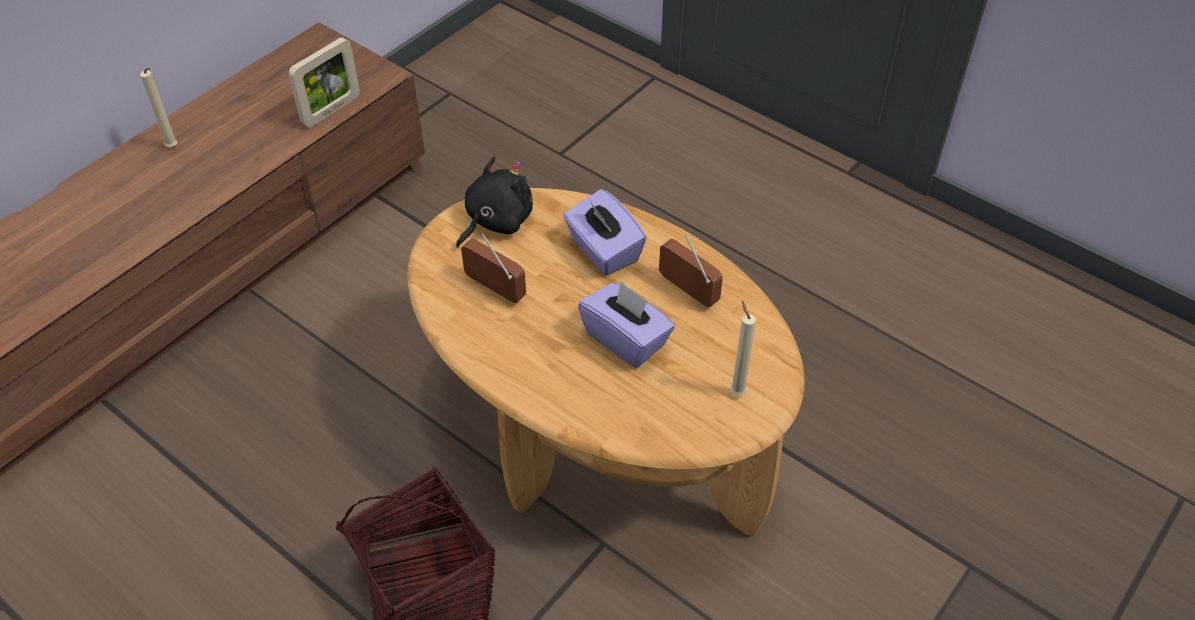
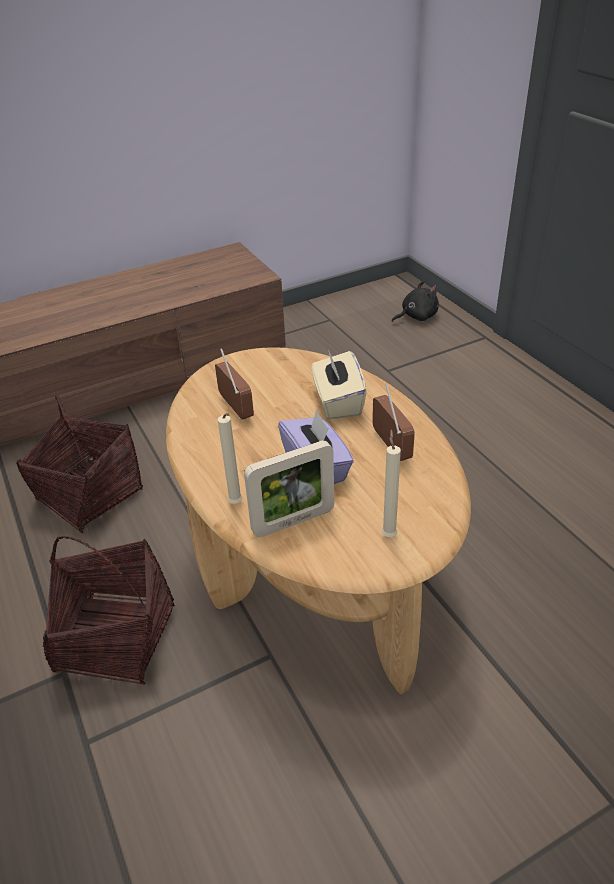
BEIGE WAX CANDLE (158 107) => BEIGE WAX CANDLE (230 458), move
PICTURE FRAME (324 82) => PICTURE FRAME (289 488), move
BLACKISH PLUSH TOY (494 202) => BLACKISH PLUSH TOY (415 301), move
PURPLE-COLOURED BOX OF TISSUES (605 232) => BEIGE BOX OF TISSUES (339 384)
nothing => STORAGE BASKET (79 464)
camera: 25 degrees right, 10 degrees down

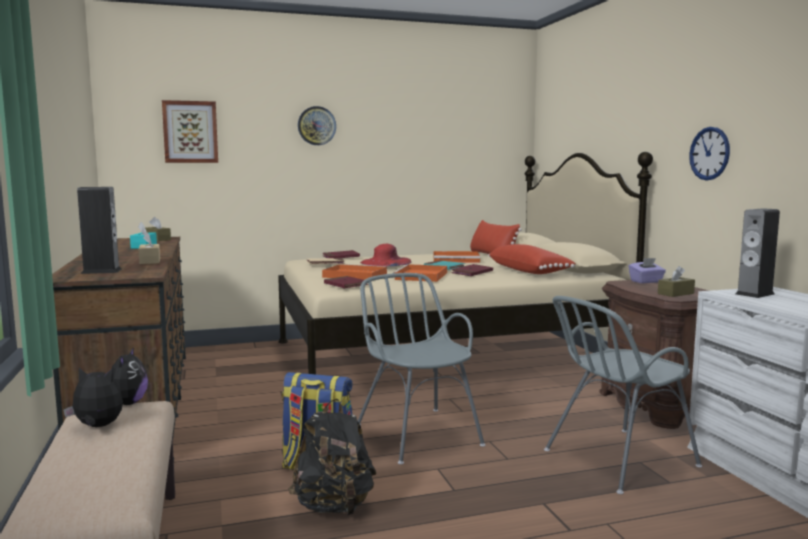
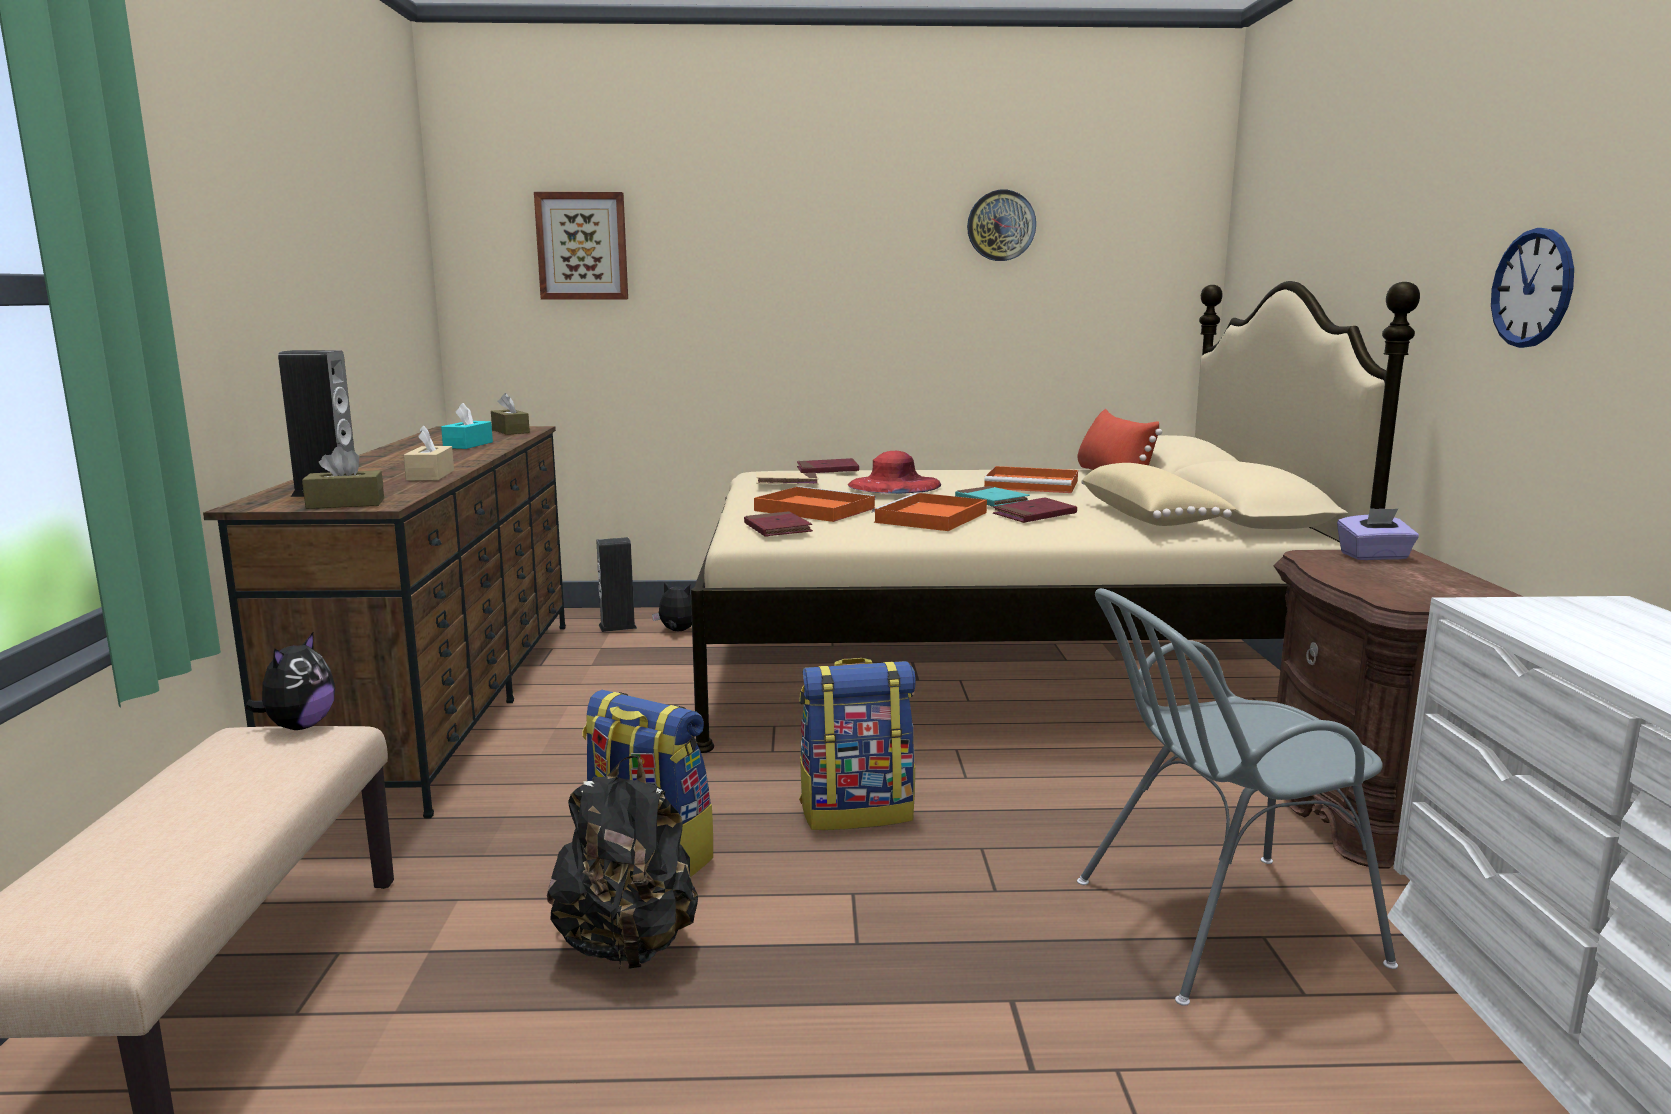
PLUSH TOY (93 397) => PLUSH TOY (672 606), move
HANGING CLOCK (317 125) => HANGING CLOCK (1001 225), move
GRAY CHAIR (422 368) => RUCKSACK (857 744)
RED-COLOURED THROW PILLOW (532 259) => BEIGE THROW PILLOW (1158 494)
BROWN-COLOURED BOX OF TISSUES (676 281) => BROWN-COLOURED BOX OF TISSUES (343 477), move
LOUDSPEAKER (758 253) => LOUDSPEAKER (616 584), move
camera: 15 degrees right, 5 degrees up

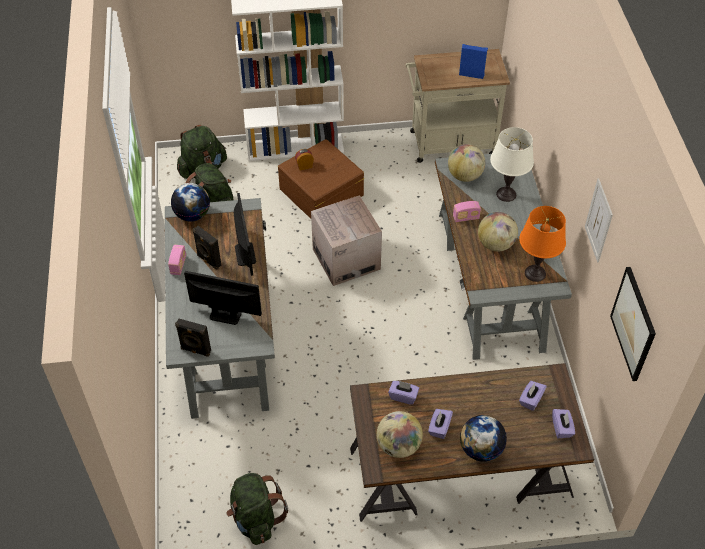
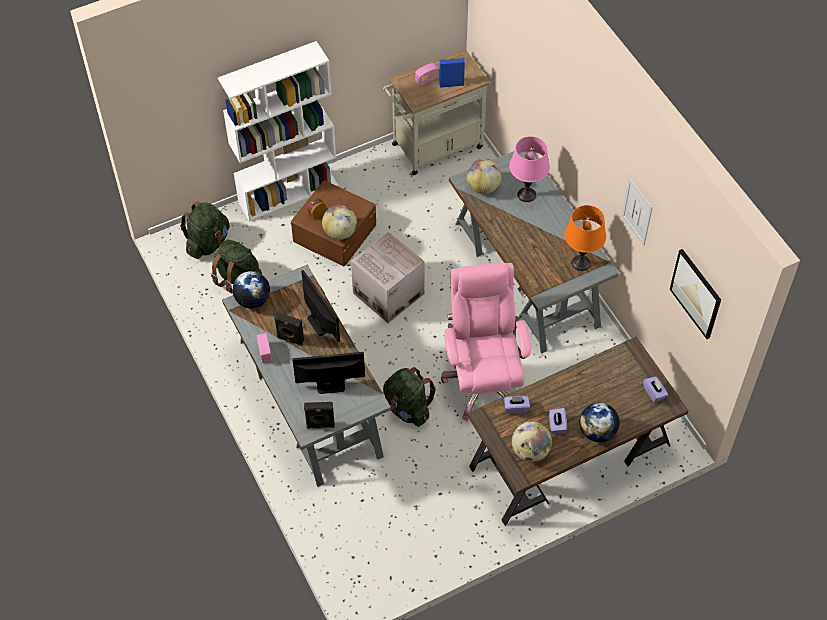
GREEN-COLOURED RUCKSACK (257 509) => GREEN-COLOURED RUCKSACK (409 396), move
RADIO RECEIVER (467 211) => RADIO RECEIVER (427 74), move
WORLD GLOBE (498 231) => WORLD GLOBE (339 222), move
WHITISH LAMP FOR A TABLE (512 164) => PINK LAMP FOR A TABLE (529 169)
PURPLE-COLOURED BOX OF TISSUES (533 396) => nothing
nothing => PINK DESK CHAIR (486 341)
camera: 20 degrees left, 5 degrees up

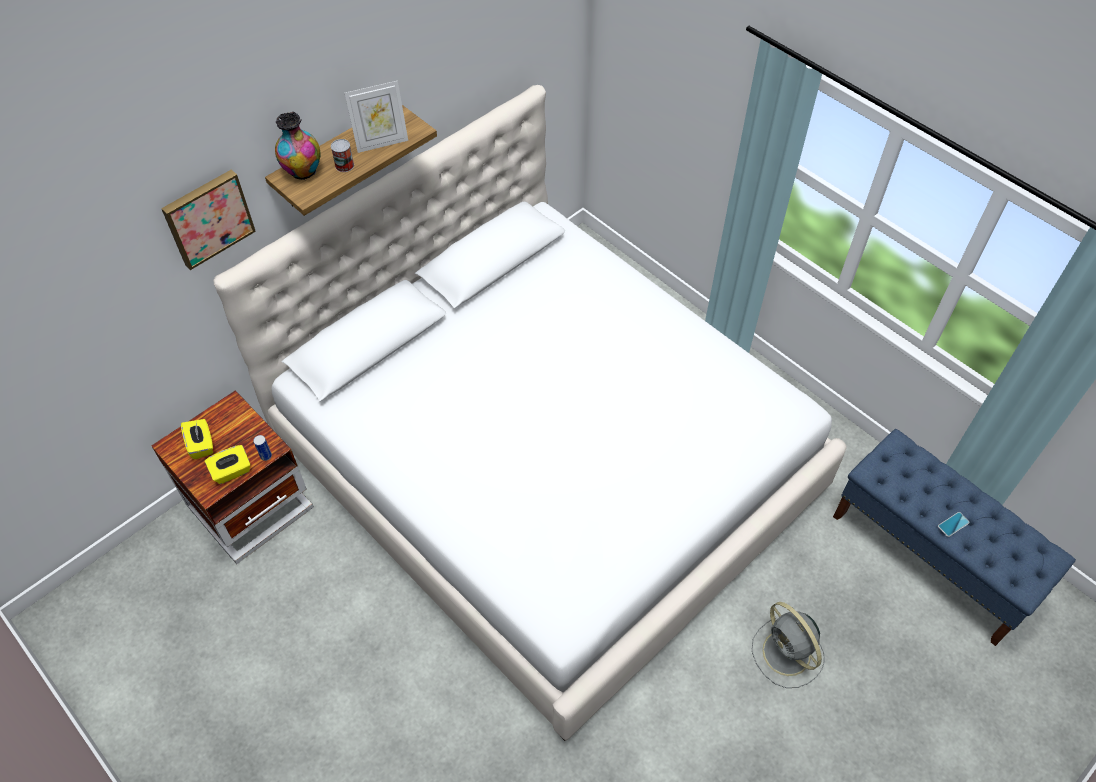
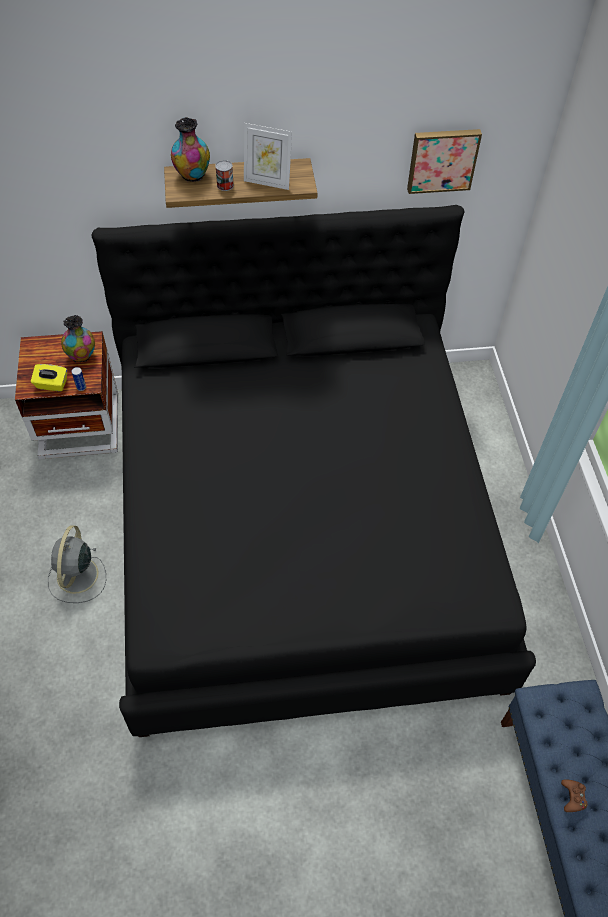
WALL PICTURE (208 219) => WALL PICTURE (444 161), move
YELLOW-COLOURED BOX OF TISSUES (197 439) => nothing
WHITISH BEDROOM BED (530 413) => BLACKISH BEDROOM BED (313 471)
GRAY FAN (788 645) => GRAY FAN (77 564), move
HANDSET (954 524) => BROWN-COLOURED GAMEPAD (574 795)
nothing => FLOWER VASE (78 338)
camera: 35 degrees right, 0 degrees up

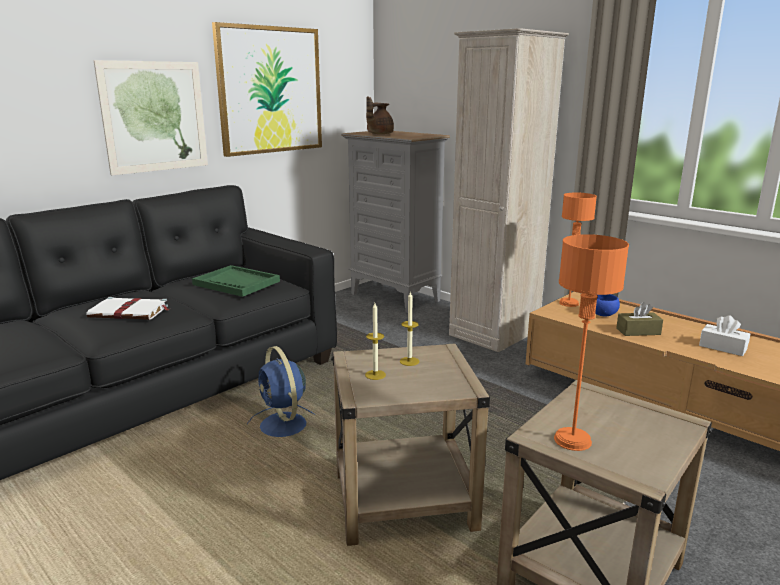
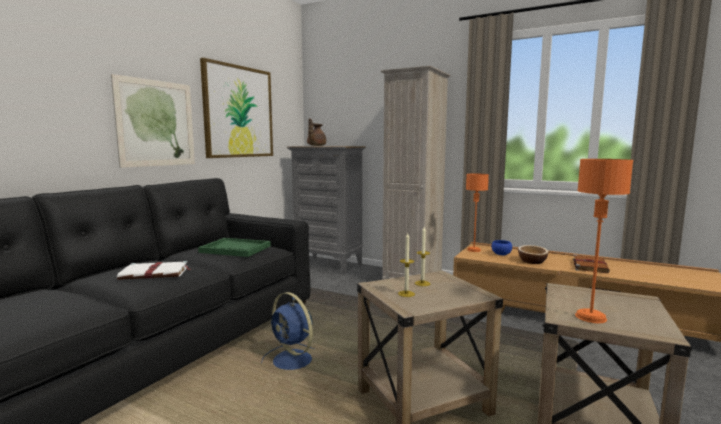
BROWN-COLOURED BOX OF TISSUES (639 319) => BOWL (533 254)
WHITISH BOX OF TISSUES (724 335) => BROWN-COLOURED BOOK (591 264)
camera: 15 degrees left, 10 degrees down

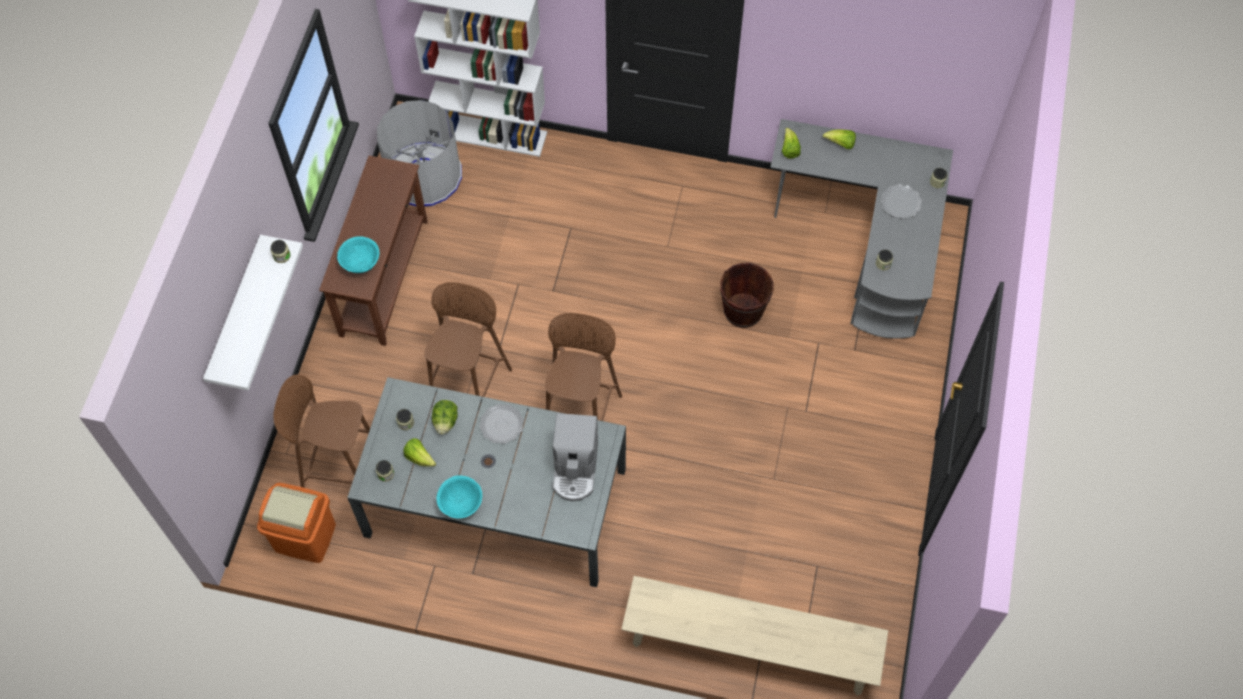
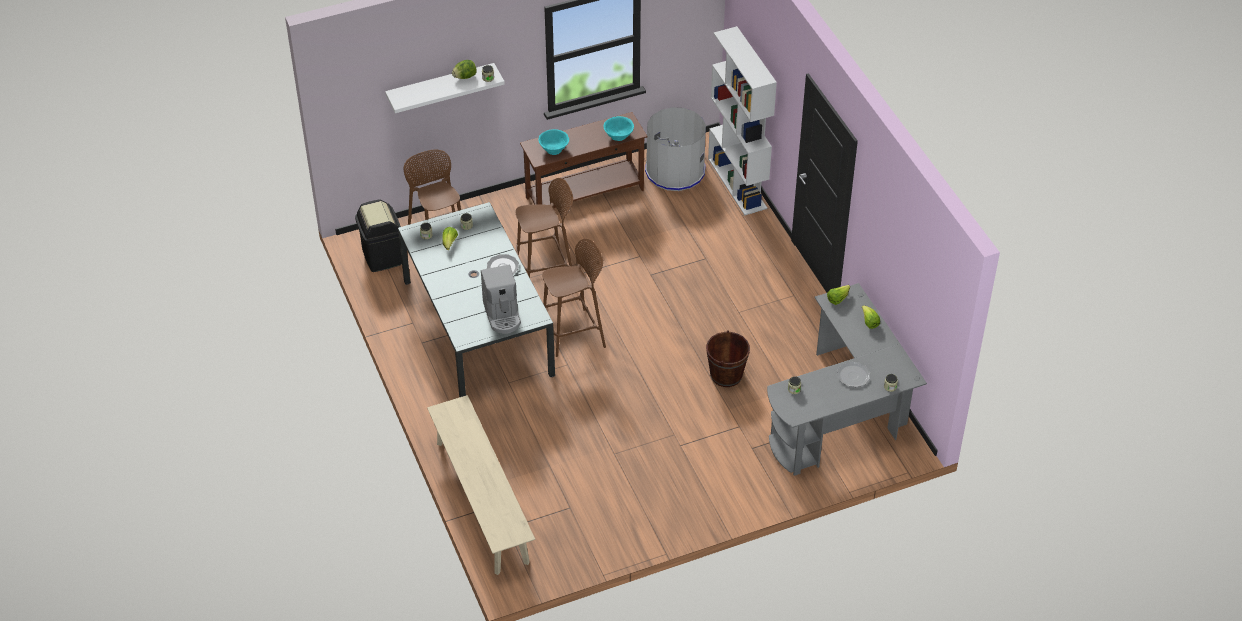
ORANGE RUBBISH BIN (296 523) => BLACKISH RUBBISH BIN (378 235)
LETTUCE HEAD (445 417) => LETTUCE HEAD (464 69), move
TURQUOISE-COLOURED BOWL (459 497) => TURQUOISE-COLOURED BOWL (618 128), move
COFFEE MAKER (575 457) => COFFEE MAKER (501 299), 75 degrees counterclockwise
camera: 55 degrees right, 15 degrees down

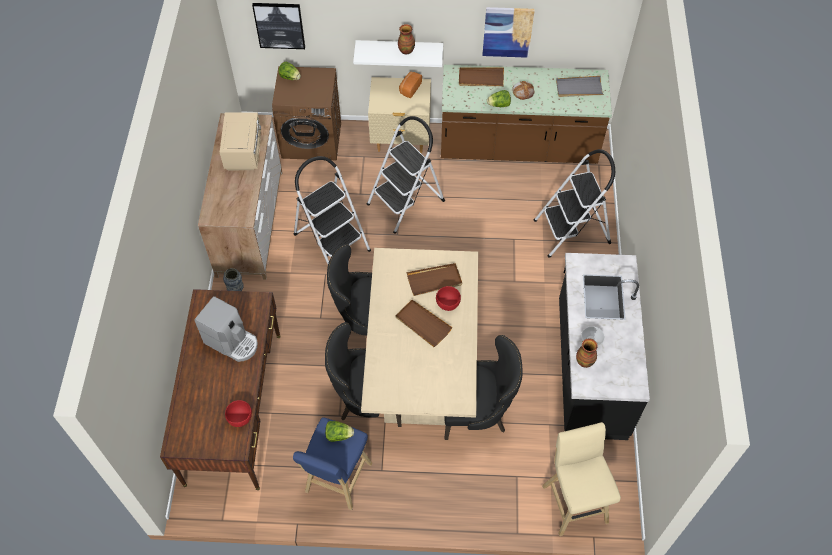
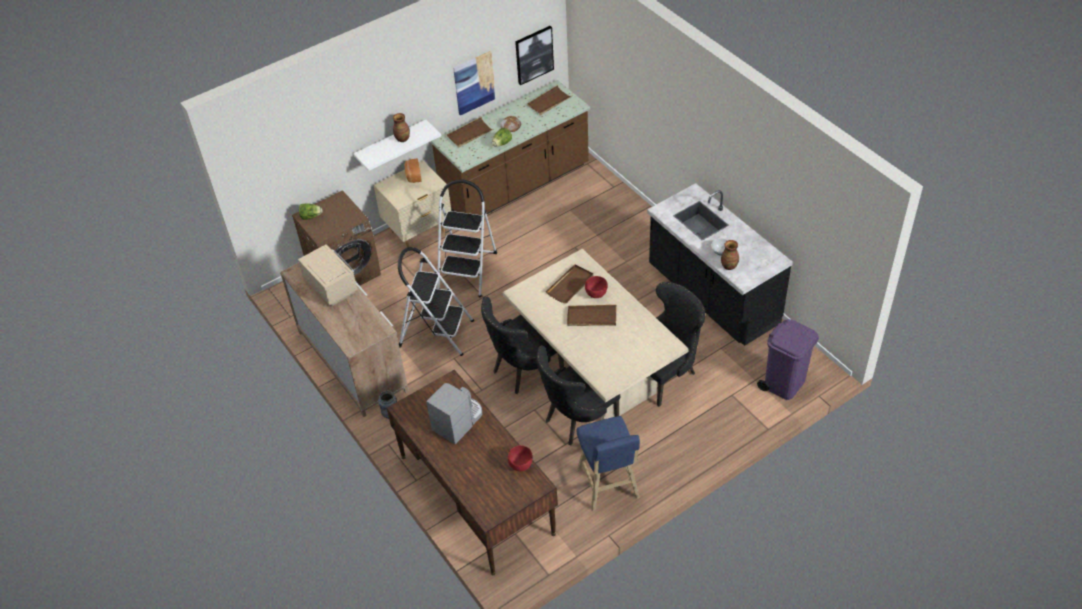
COFFEE MAKER (226 329) => COFFEE MAKER (454 413), 45 degrees counterclockwise
WALL PICTURE (278 26) => WALL PICTURE (534 55), move
LETTUCE HEAD (339 431) => nothing
STEPLADDER (574 203) => nothing
BEIGE SITTING STOOL (581 479) => PURPLE-COLOURED RUBBISH BIN (788 359)
GRAY SERVING TRAY (580 86) => BROWN-COLOURED SERVING TRAY (549 100)
camera: 35 degrees left, 10 degrees down

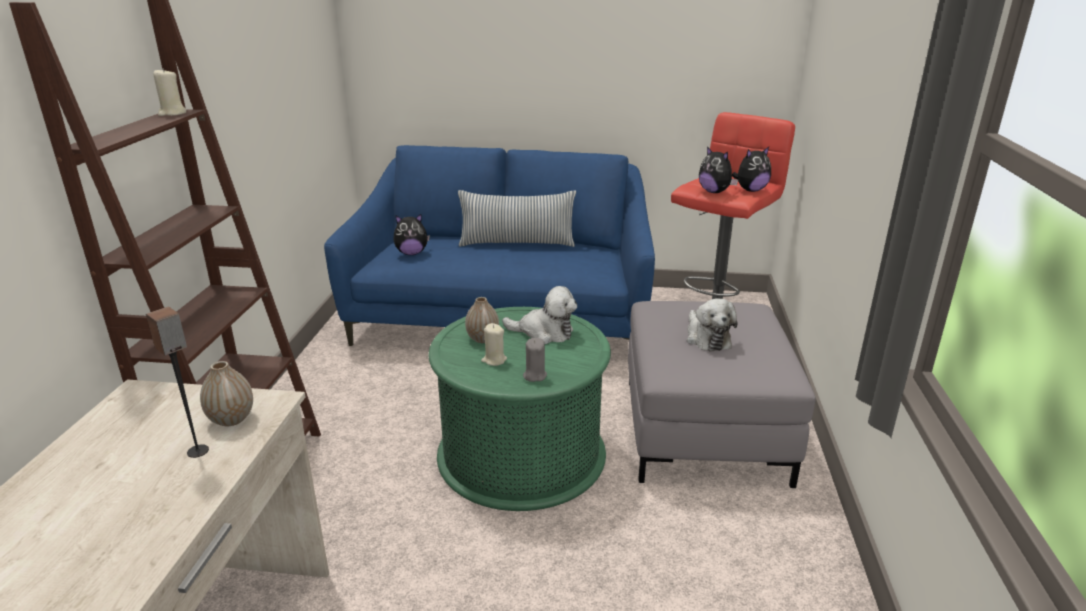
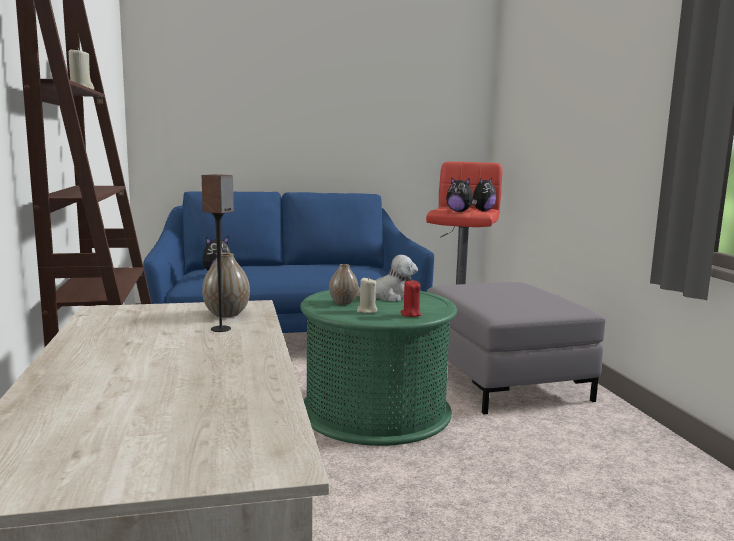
THROW PILLOW (517 218) => nothing
GRAY WAX CANDLE (535 360) => RED-COLOURED WAX CANDLE (410 298)
PLUSH TOY (712 325) => nothing
camera: 20 degrees left, 15 degrees down

